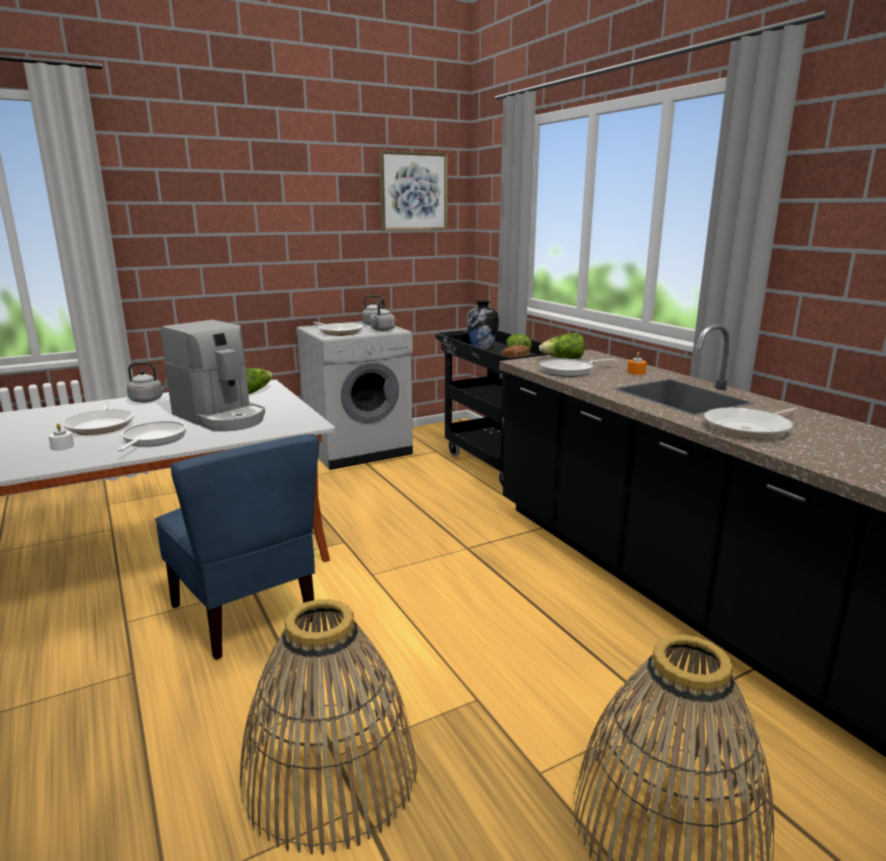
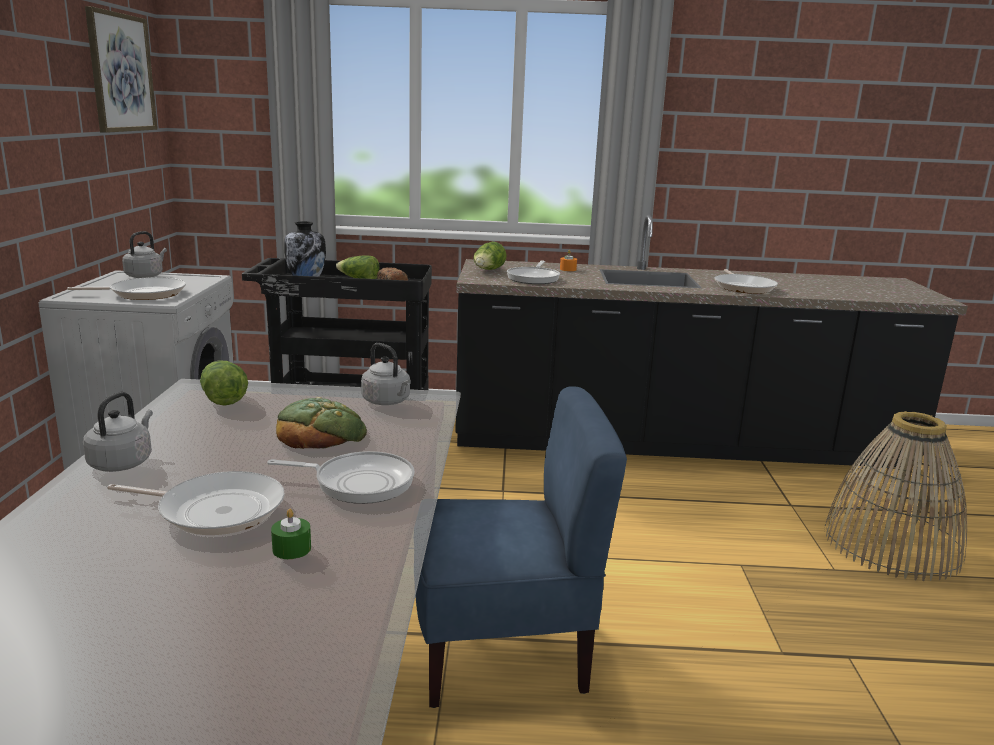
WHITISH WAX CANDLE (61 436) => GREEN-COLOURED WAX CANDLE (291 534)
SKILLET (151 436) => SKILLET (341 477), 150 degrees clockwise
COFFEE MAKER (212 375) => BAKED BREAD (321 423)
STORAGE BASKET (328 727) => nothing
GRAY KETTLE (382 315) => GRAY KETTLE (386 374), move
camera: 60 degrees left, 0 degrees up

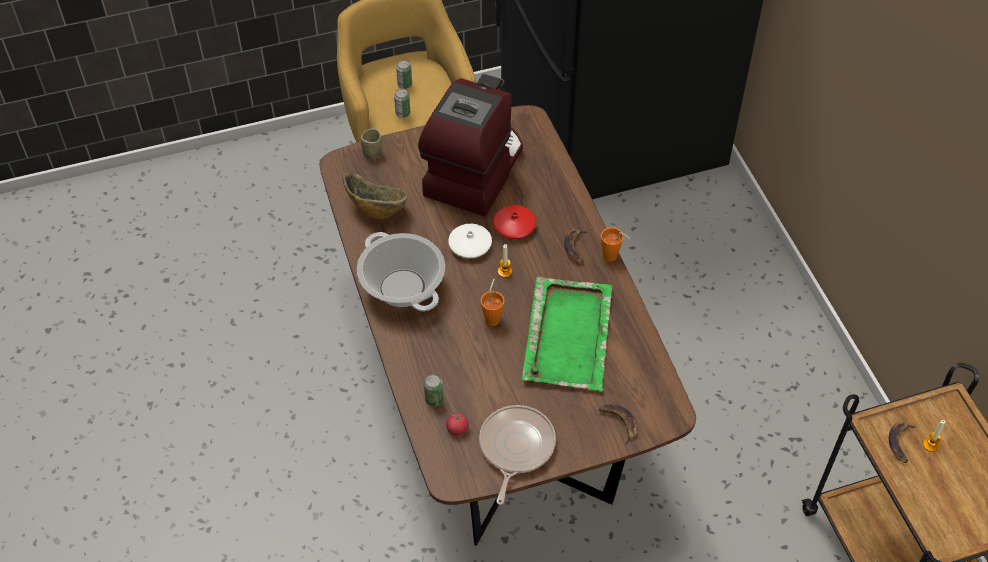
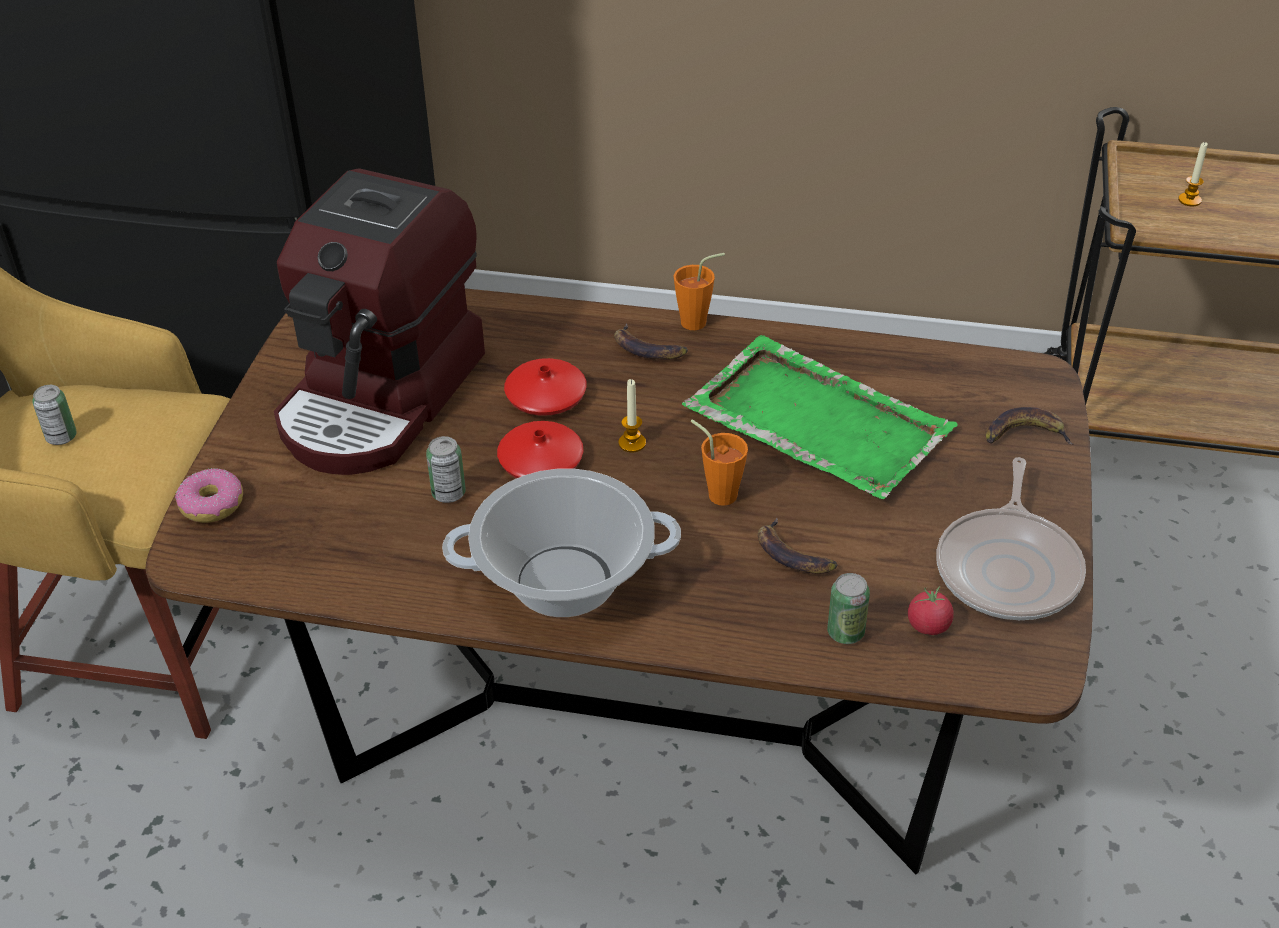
BOWL (375 196) => nothing
SMALL CUP (372 143) => DOUGHNUT (209 495)
SEALED CAN (402 103) => SEALED CAN (446 469), move
COFFEE MAKER (470 145) => COFFEE MAKER (379 321), 120 degrees counterclockwise
WHITISH FLOWER VASE (470 241) => RED-COLOURED FLOWER VASE (540 449)
SKILLET (517 455) => SKILLET (1011 538), 120 degrees counterclockwise
WHOLE BANANA (903 442) => WHOLE BANANA (798 546), move
camera: 60 degrees left, 10 degrees down

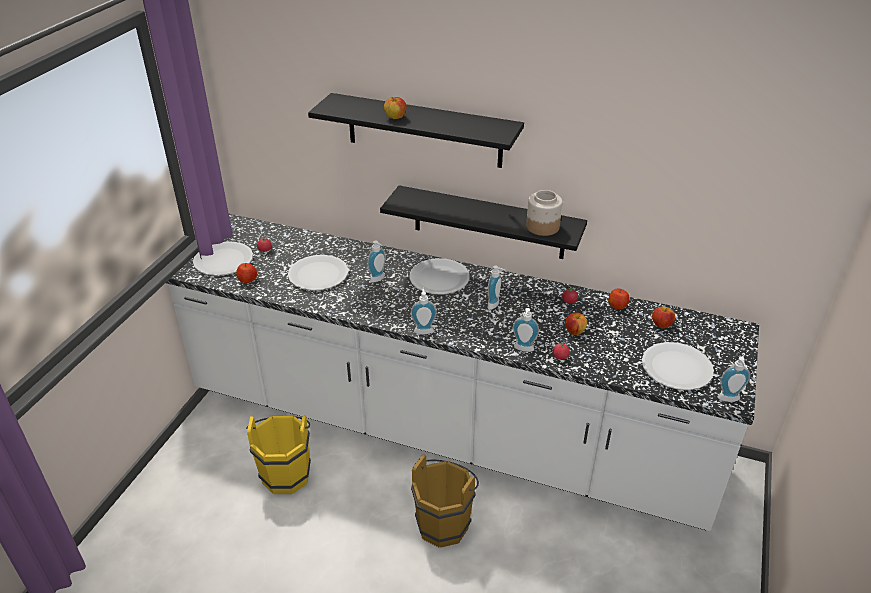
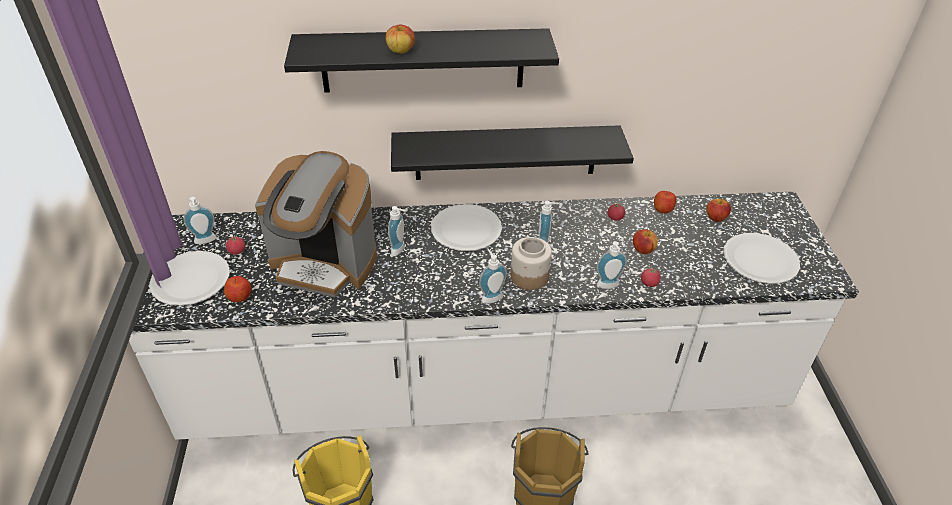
WHITISH FLAT DISH (318 272) => COFFEE MAKER (316 224)
PRESERVE JAR (544 213) => PRESERVE JAR (531 263), move
SOAP DISPENSER (734 379) => SOAP DISPENSER (200 220), move
camera: 25 degrees left, 5 degrees up

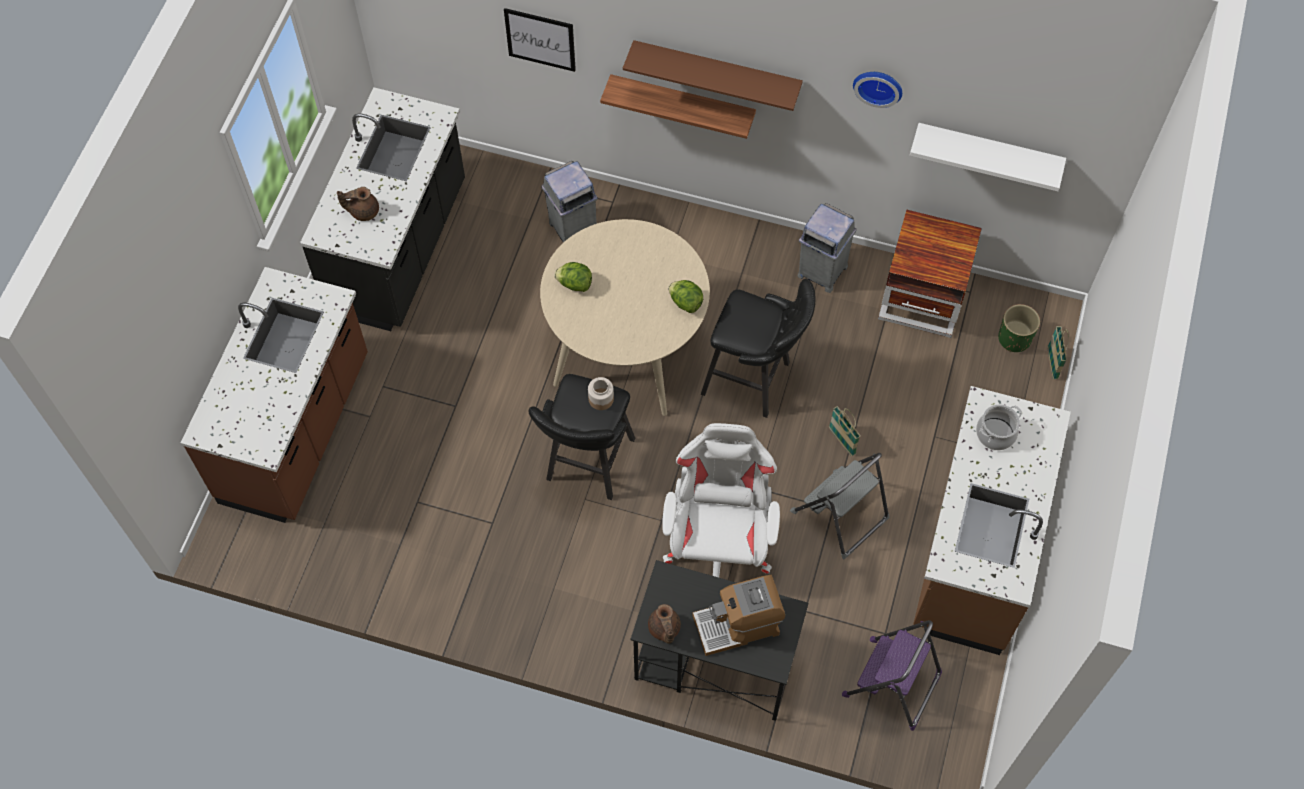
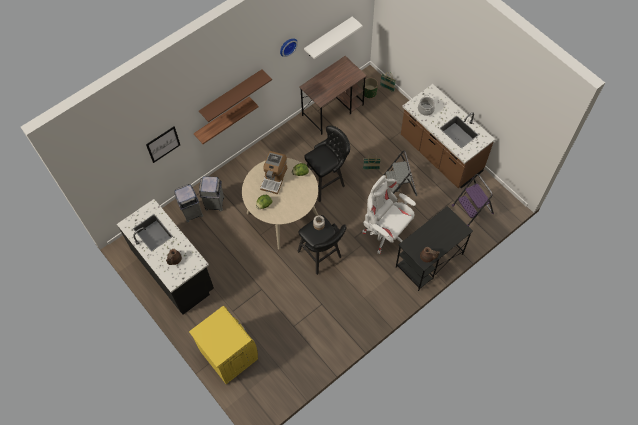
BROWN-COLOURED COUNTER (274 395) => YELLOW-COLOURED WASHING MACHINE (223 345)
COFFEE MAKER (738 615) => COFFEE MAKER (273 172), move
GRAY RUBBISH BIN (827 248) => GRAY RUBBISH BIN (188 203), move
NIGHTSTAND (930 273) => BROWN-COLOURED DESK UNIT (333 95)
camera: 55 degrees left, 0 degrees up

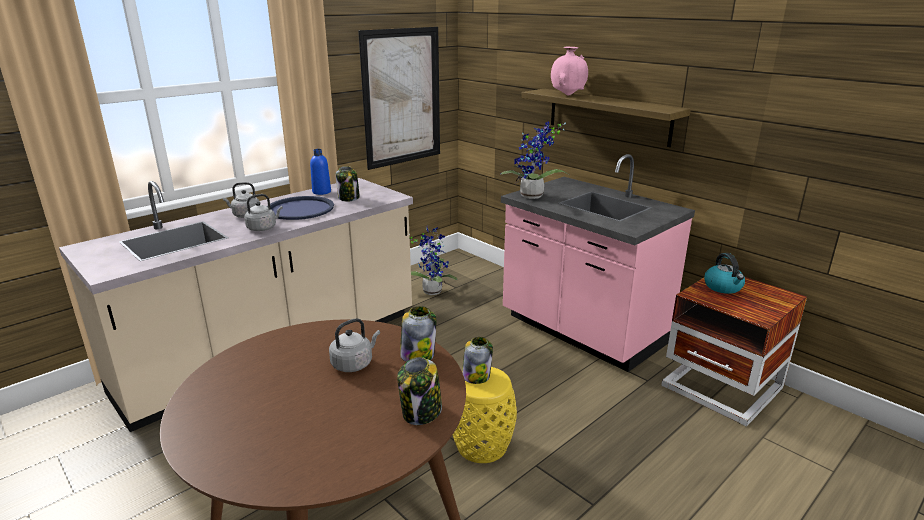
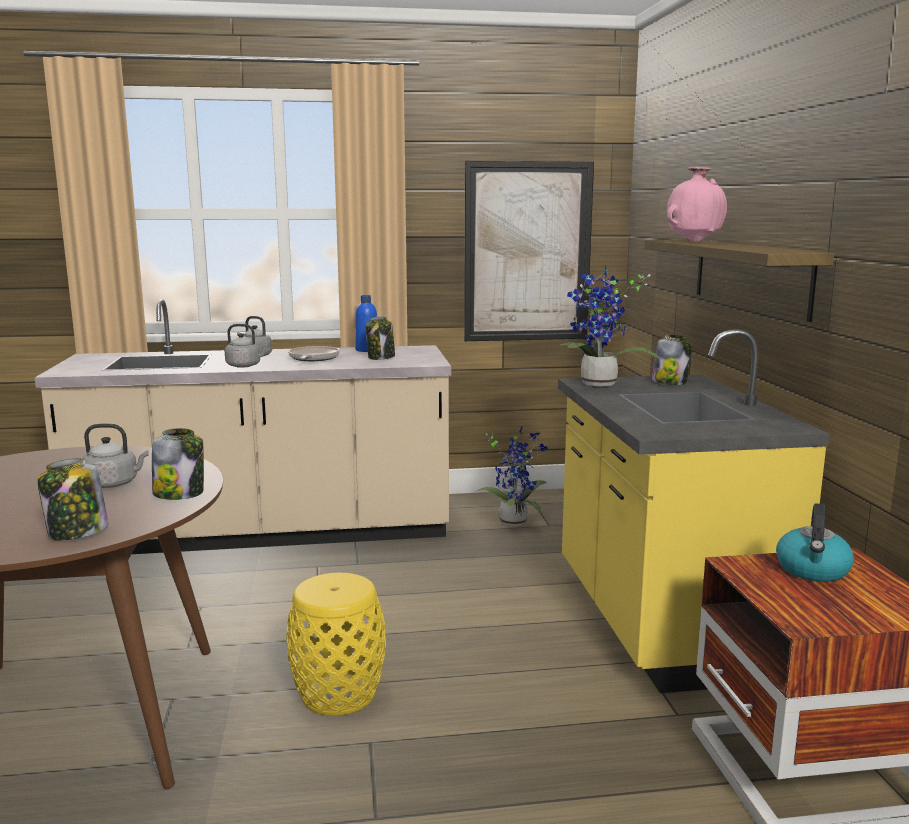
BLUE-COLOURED SERVING TRAY (300 208) => SKILLET (314 353)
PRESERVE JAR (477 360) => PRESERVE JAR (672 360), move
PINK COUNTER (598 263) => YELLOW-COLOURED COUNTER (693 511)
camera: 35 degrees right, 10 degrees down

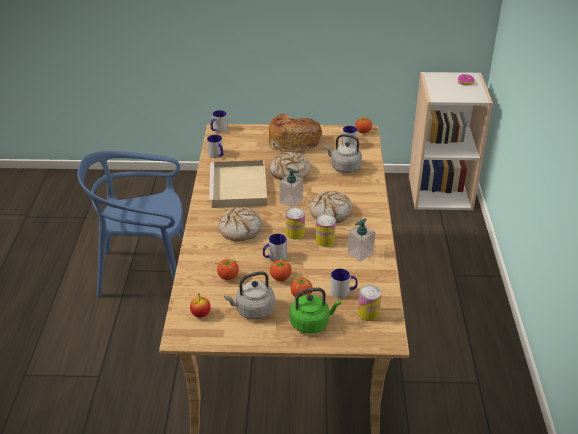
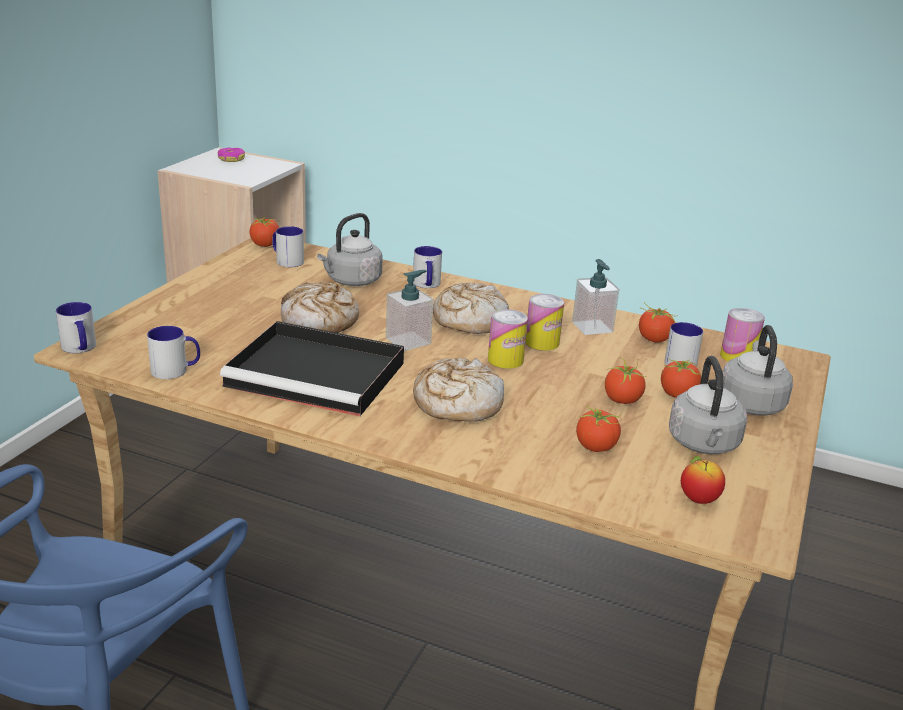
BEIGE SERVING TRAY (238 184) => BLACKISH SERVING TRAY (312 369)
TEA MUG (275 247) => TEA MUG (427 267), move
BAKED BREAD (295 132) => nothing
GREEN-COLOURED KETTLE (315 311) => GRAY KETTLE (757 370)
nothing => WHOLE TOMATO (657 322)
camera: 70 degrees left, 10 degrees down

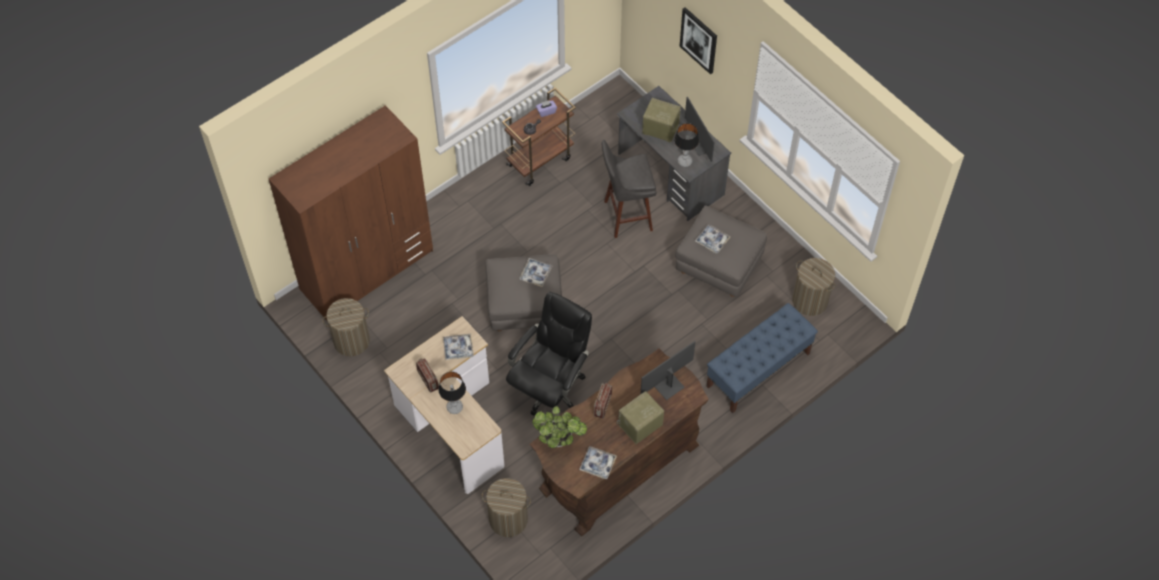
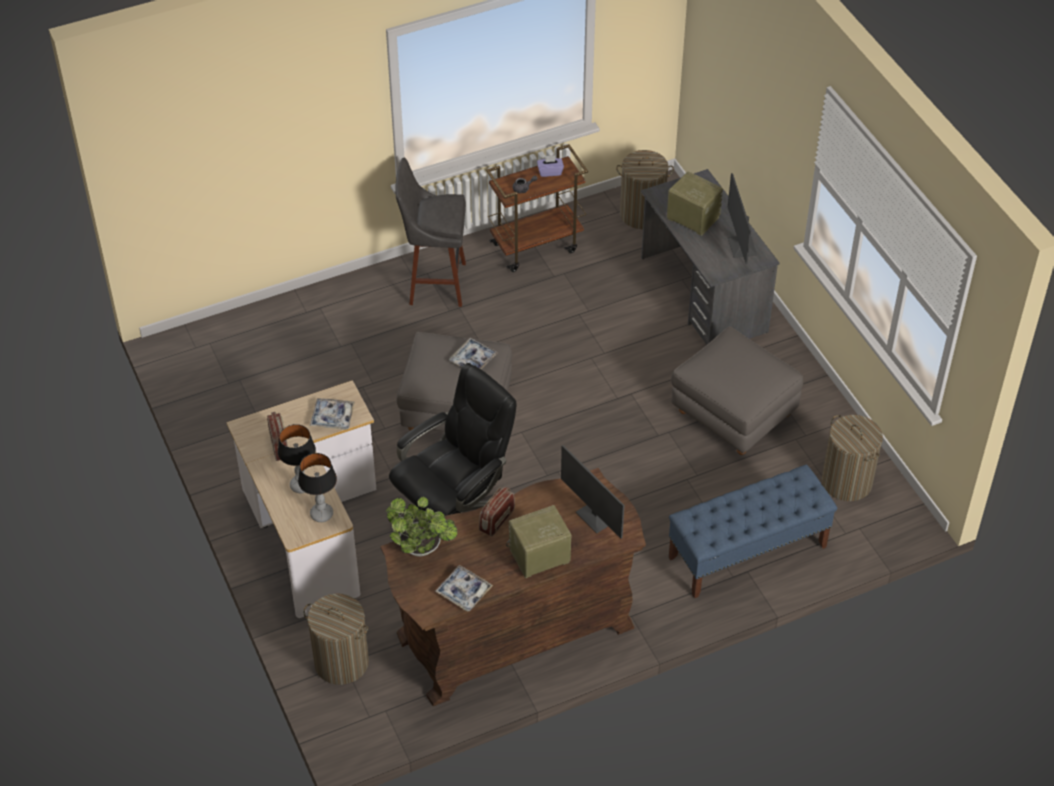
BROWN-COLOURED CLOTHES CUPBOARD (350 213) => nothing
LAUNDRY BASKET (346 327) => LAUNDRY BASKET (645 189), move
GRAY SITTING STOOL (629 189) => GRAY SITTING STOOL (431 232), move
COMPUTER SCREEN (667 370) => COMPUTER SCREEN (592 492), 105 degrees counterclockwise
LAMP FOR A TABLE (686 145) => LAMP FOR A TABLE (317 487), move
WALL PICTURE (698 41) => nothing
SERVING TRAY (713 239) => nothing
camera: 15 degrees right, 10 degrees down

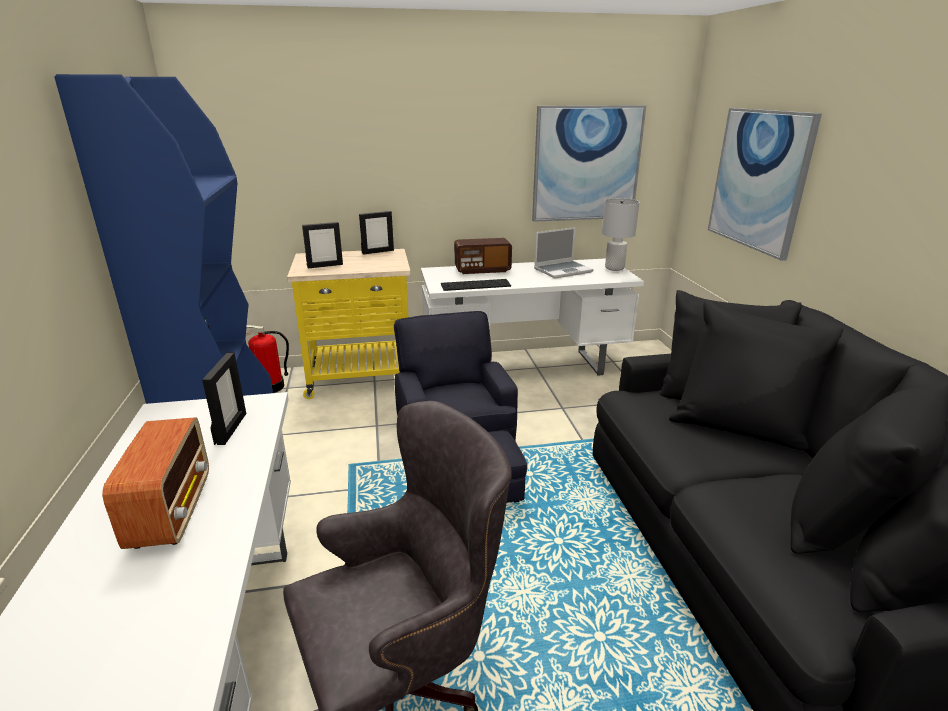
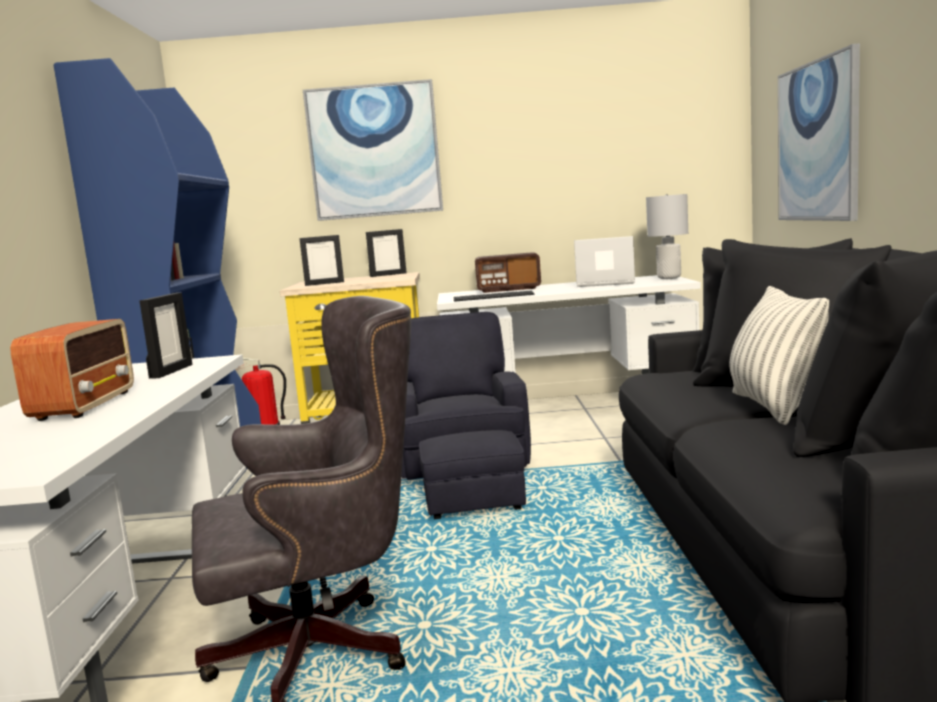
WALL PICTURE (589 163) => WALL PICTURE (373 150), move
LAPTOP (564 253) => LAPTOP (604 261), 150 degrees counterclockwise
nothing => THROW PILLOW (779 355)
camera: 10 degrees right, 15 degrees down

